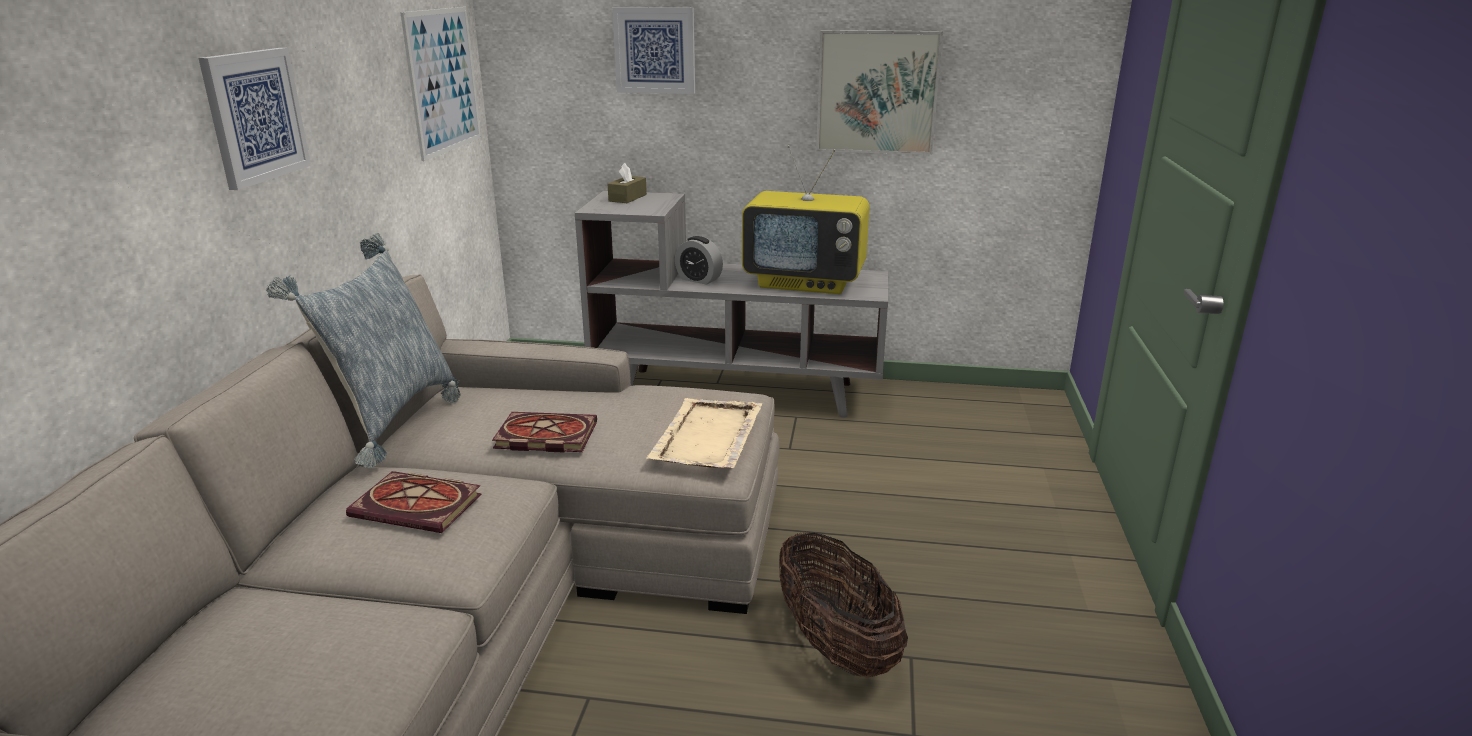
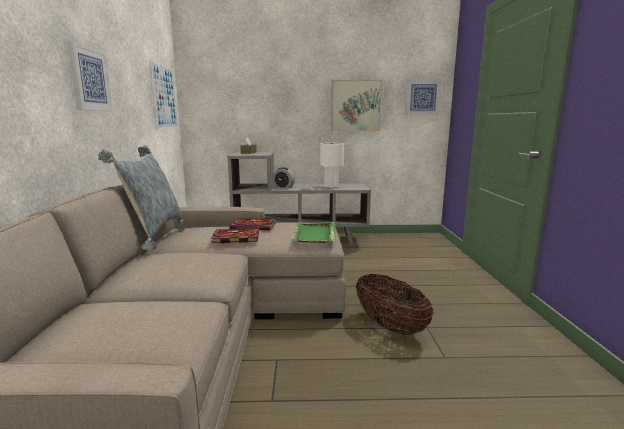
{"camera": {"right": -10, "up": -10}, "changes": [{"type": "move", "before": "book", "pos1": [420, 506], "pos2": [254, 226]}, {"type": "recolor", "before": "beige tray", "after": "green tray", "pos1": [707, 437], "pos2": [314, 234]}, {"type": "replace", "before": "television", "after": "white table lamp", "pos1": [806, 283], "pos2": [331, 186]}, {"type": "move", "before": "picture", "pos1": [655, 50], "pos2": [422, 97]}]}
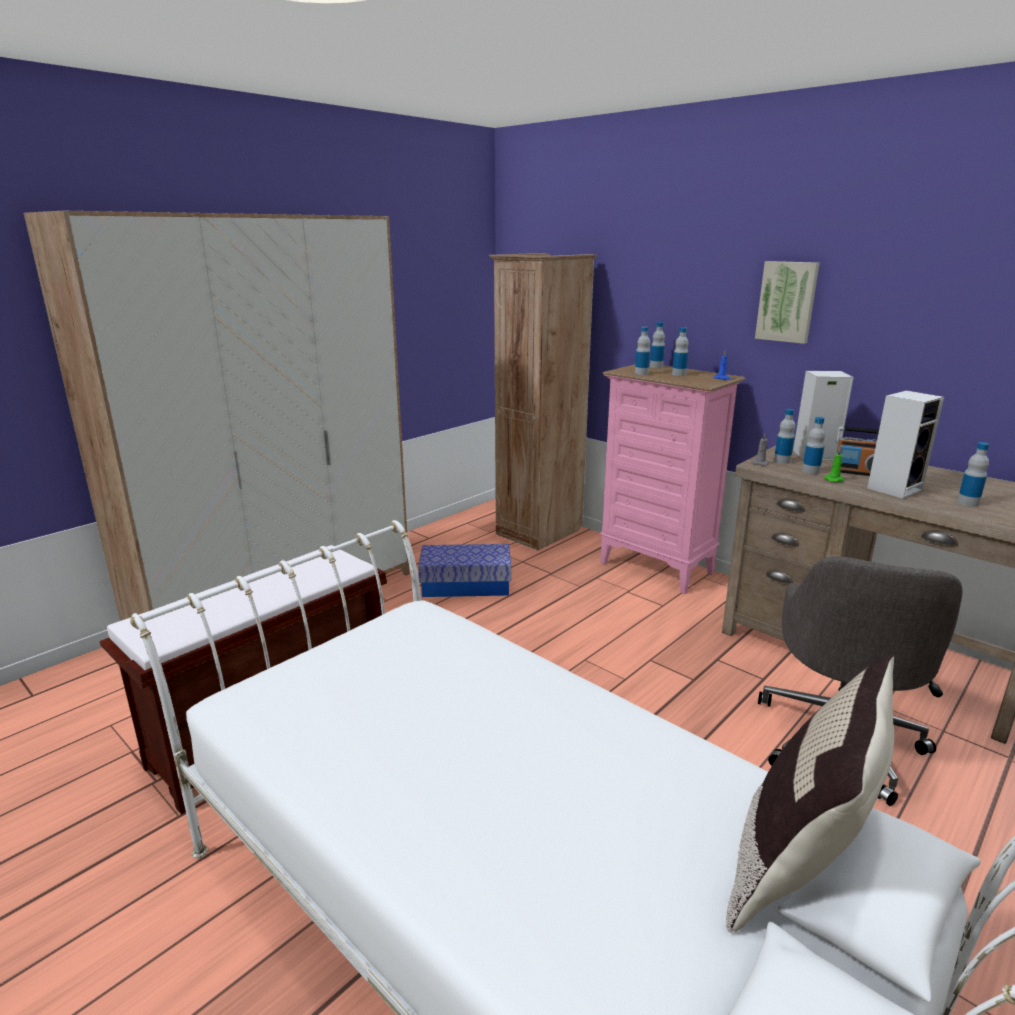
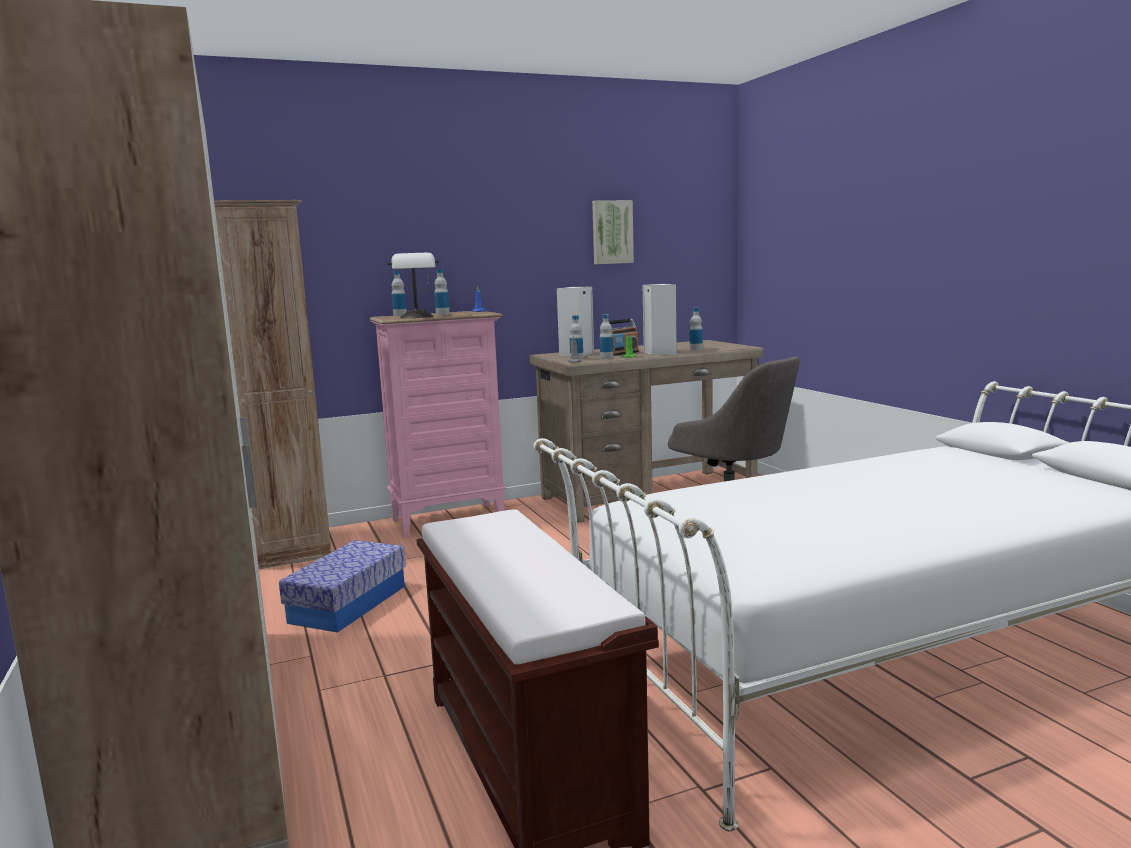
{"camera": {"right": -65, "up": -10}, "changes": [{"type": "replace", "before": "bottle", "after": "table lamp", "pos1": [641, 373], "pos2": [418, 317]}, {"type": "move", "before": "picture", "pos1": [787, 301], "pos2": [612, 232]}, {"type": "delete", "before": "pillow", "pos1": [798, 868]}]}
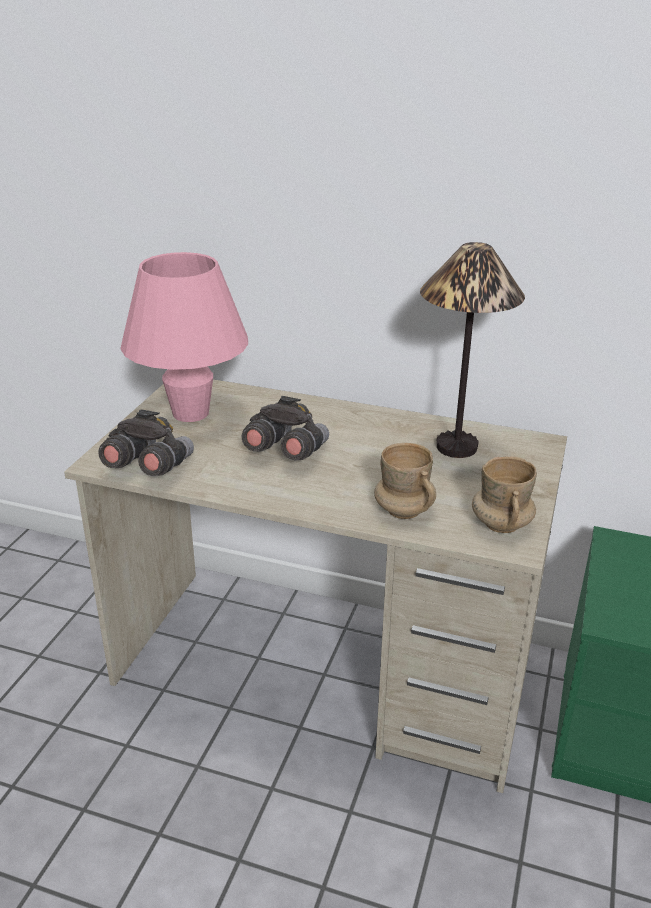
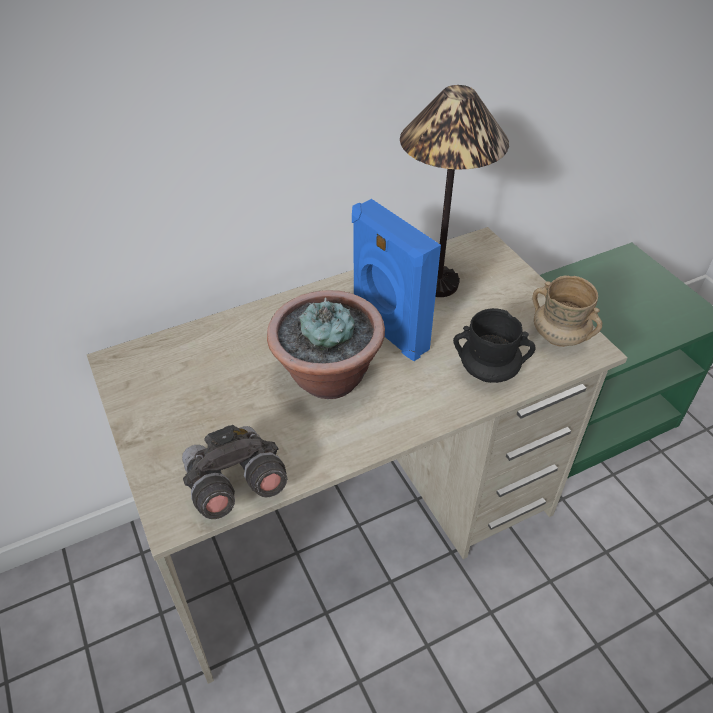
{"camera": {"right": -45, "up": 15}, "changes": [{"type": "replace", "before": "grey binoculars", "after": "potted plant", "pos1": [286, 453], "pos2": [327, 378]}, {"type": "insert", "after": "blue speaker", "pos2": [387, 332]}, {"type": "recolor", "before": "beige mug", "after": "black mug", "pos1": [404, 510], "pos2": [489, 371]}, {"type": "delete", "before": "pink table lamp", "pos1": [190, 413]}]}
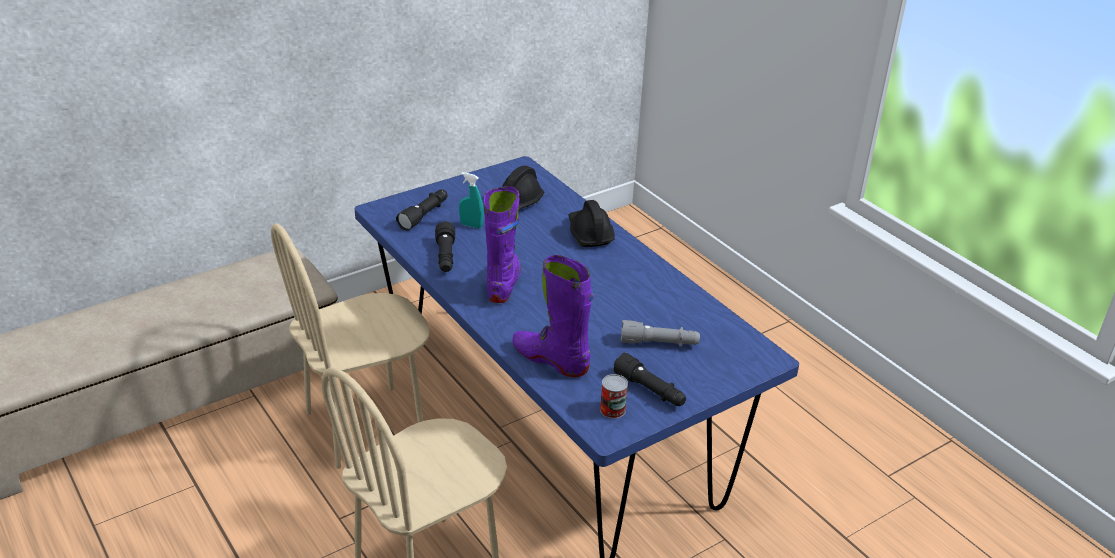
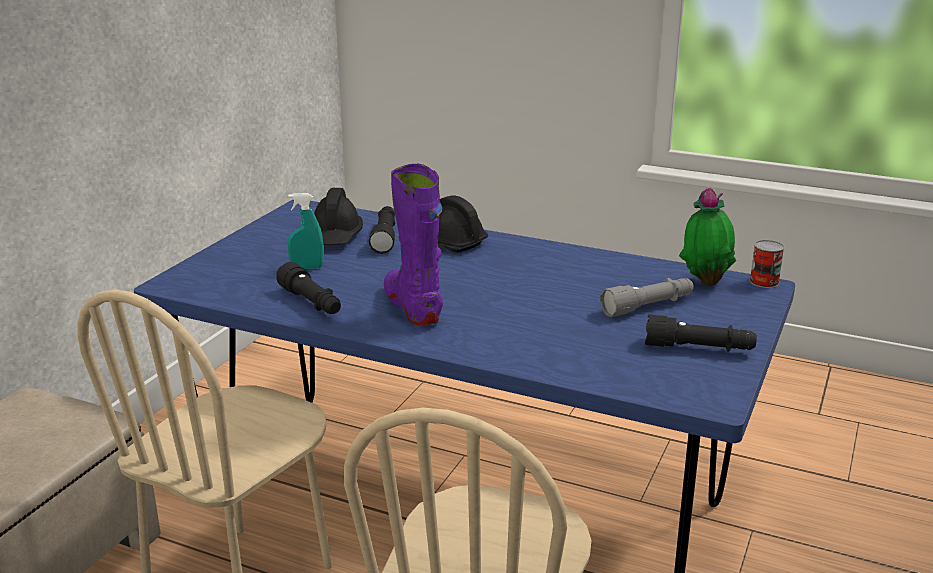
{"camera": {"right": -30, "up": -10}, "changes": [{"type": "move", "before": "black flashlight", "pos1": [424, 215], "pos2": [385, 237]}, {"type": "insert", "after": "potted plant", "pos2": [705, 282]}, {"type": "move", "before": "can", "pos1": [612, 410], "pos2": [764, 282]}, {"type": "delete", "before": "purple boot", "pos1": [551, 359]}]}
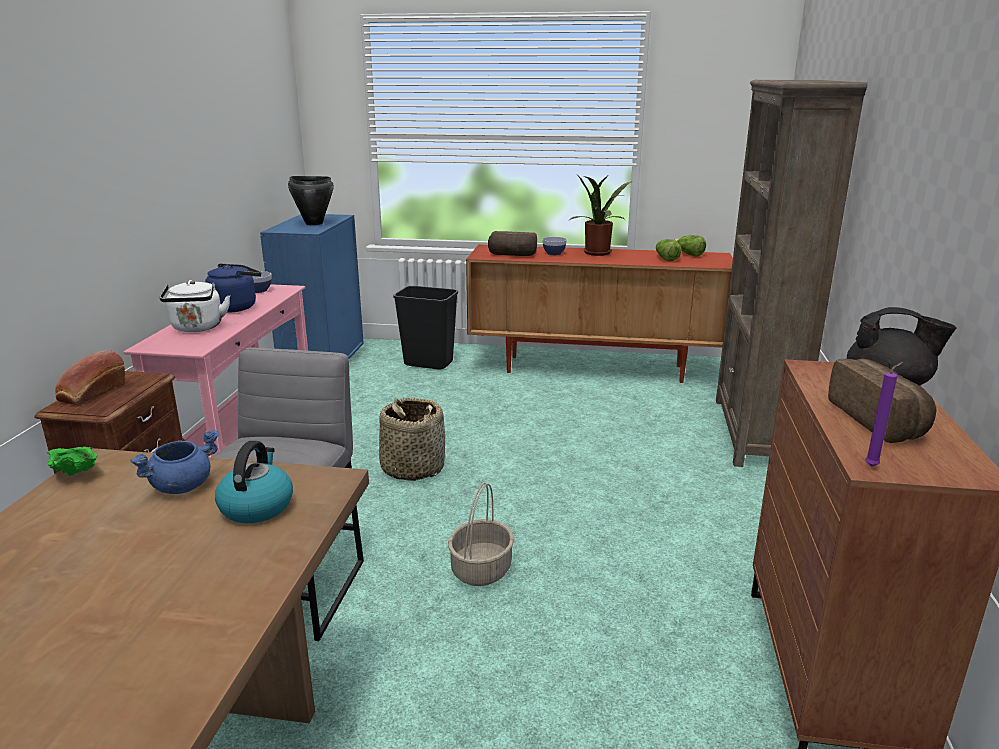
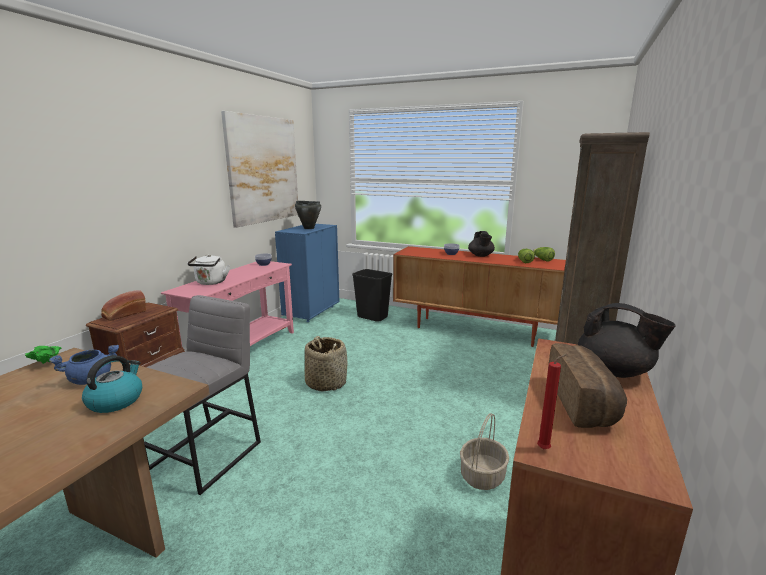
{"camera": {"right": 15, "up": -5}, "changes": [{"type": "insert", "after": "picture", "pos2": [263, 170]}, {"type": "move", "before": "basket", "pos1": [481, 569], "pos2": [482, 475]}, {"type": "replace", "before": "potted plant", "after": "black teapot", "pos1": [599, 253], "pos2": [480, 256]}, {"type": "recolor", "before": "purple candle", "after": "red candle", "pos1": [873, 466], "pos2": [545, 449]}, {"type": "delete", "before": "blue kettle", "pos1": [236, 307]}, {"type": "delete", "before": "bread", "pos1": [512, 255]}]}
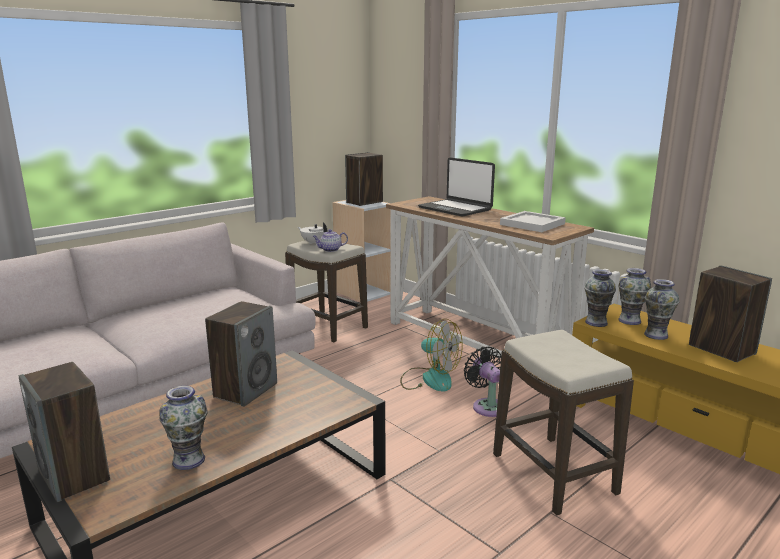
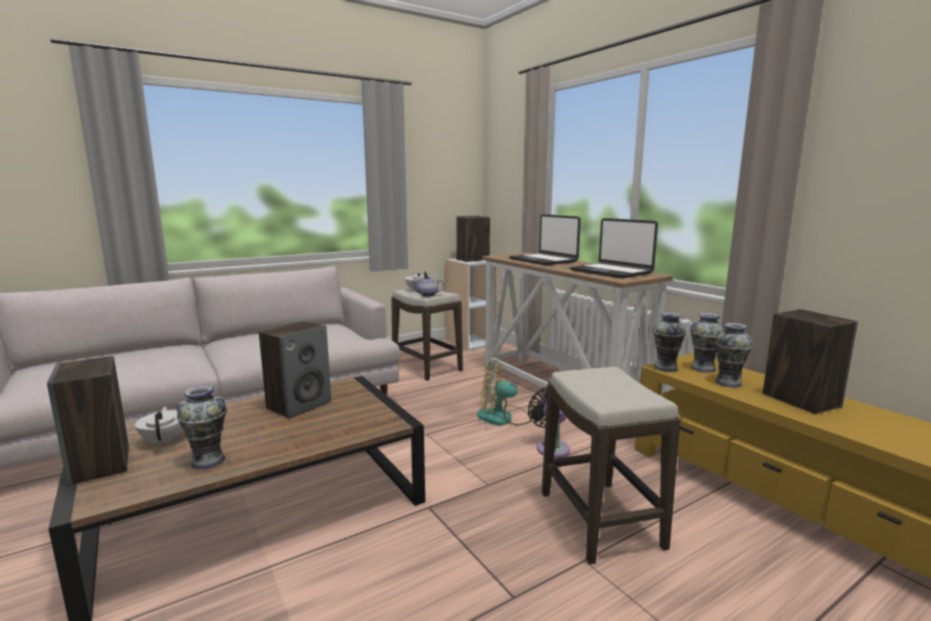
{"camera": {"right": 10, "up": -5}, "changes": [{"type": "insert", "after": "white teapot", "pos2": [165, 440]}, {"type": "rotate", "before": "fan", "pos1": [429, 379], "pos2": [503, 418], "turn": 135}, {"type": "replace", "before": "white tray", "after": "laptop", "pos1": [533, 224], "pos2": [611, 272]}]}
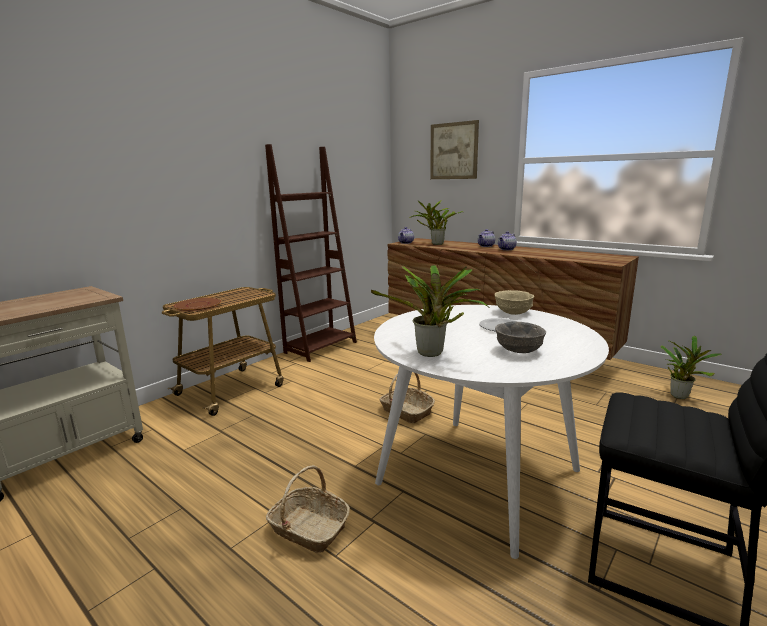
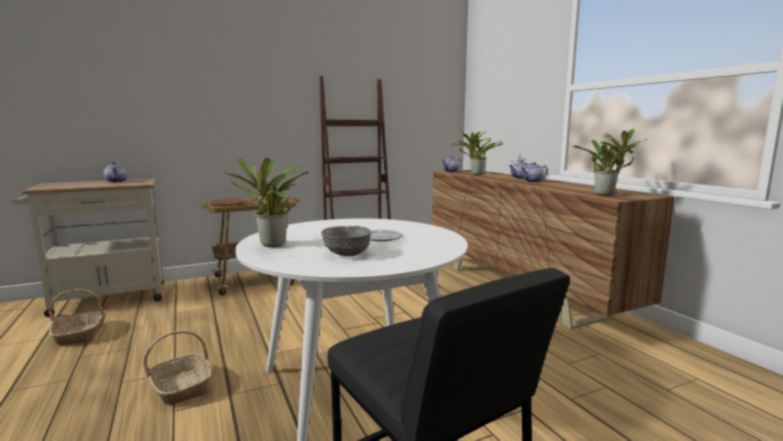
{"camera": {"right": 25, "up": -5}, "changes": [{"type": "move", "before": "basket", "pos1": [406, 411], "pos2": [81, 334]}, {"type": "insert", "after": "teapot", "pos2": [116, 181]}, {"type": "move", "before": "potted plant", "pos1": [680, 395], "pos2": [606, 194]}, {"type": "delete", "before": "picture", "pos1": [453, 151]}, {"type": "delete", "before": "beige bowl", "pos1": [513, 312]}]}
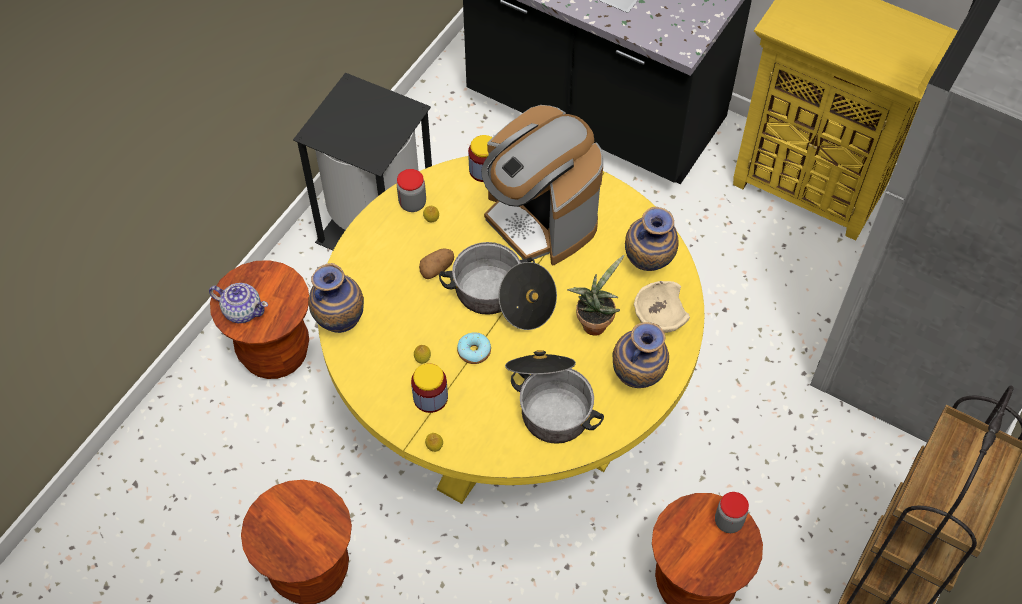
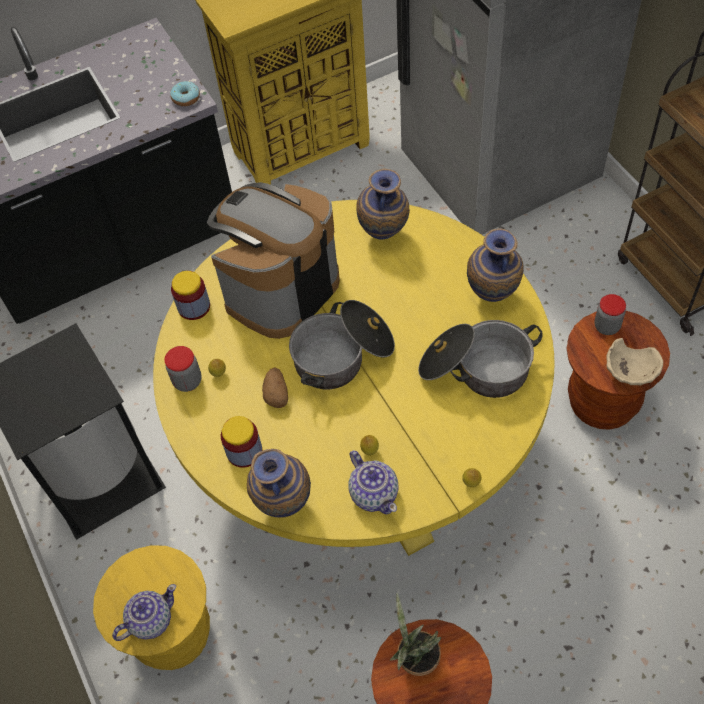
{"camera": {"right": -55, "up": 0}, "changes": [{"type": "recolor", "before": "brown stool", "after": "yellow stool", "pos1": [275, 353], "pos2": [173, 634]}, {"type": "move", "before": "donut", "pos1": [474, 351], "pos2": [186, 98]}, {"type": "rotate", "before": "coffee machine", "pos1": [540, 220], "pos2": [280, 289], "turn": 135}, {"type": "move", "before": "jar", "pos1": [430, 397], "pos2": [244, 451]}, {"type": "insert", "after": "teapot", "pos2": [374, 493]}, {"type": "move", "before": "potted plant", "pos1": [594, 322], "pos2": [415, 659]}, {"type": "move", "before": "beige bowl", "pos1": [658, 318], "pos2": [629, 374]}]}
